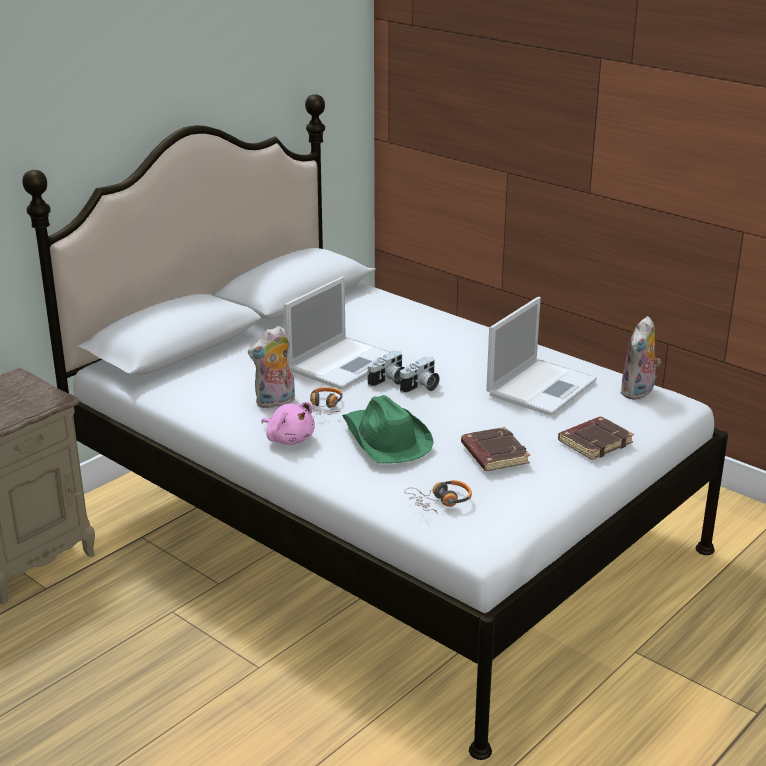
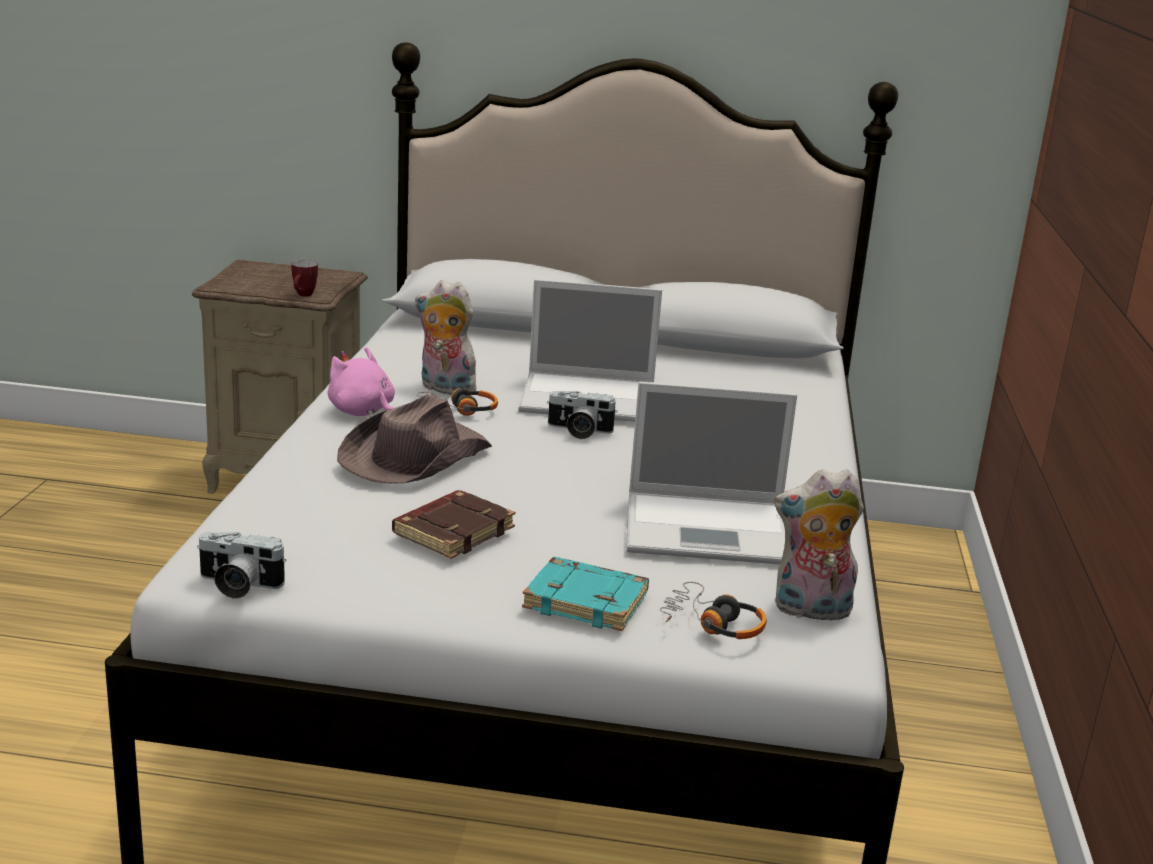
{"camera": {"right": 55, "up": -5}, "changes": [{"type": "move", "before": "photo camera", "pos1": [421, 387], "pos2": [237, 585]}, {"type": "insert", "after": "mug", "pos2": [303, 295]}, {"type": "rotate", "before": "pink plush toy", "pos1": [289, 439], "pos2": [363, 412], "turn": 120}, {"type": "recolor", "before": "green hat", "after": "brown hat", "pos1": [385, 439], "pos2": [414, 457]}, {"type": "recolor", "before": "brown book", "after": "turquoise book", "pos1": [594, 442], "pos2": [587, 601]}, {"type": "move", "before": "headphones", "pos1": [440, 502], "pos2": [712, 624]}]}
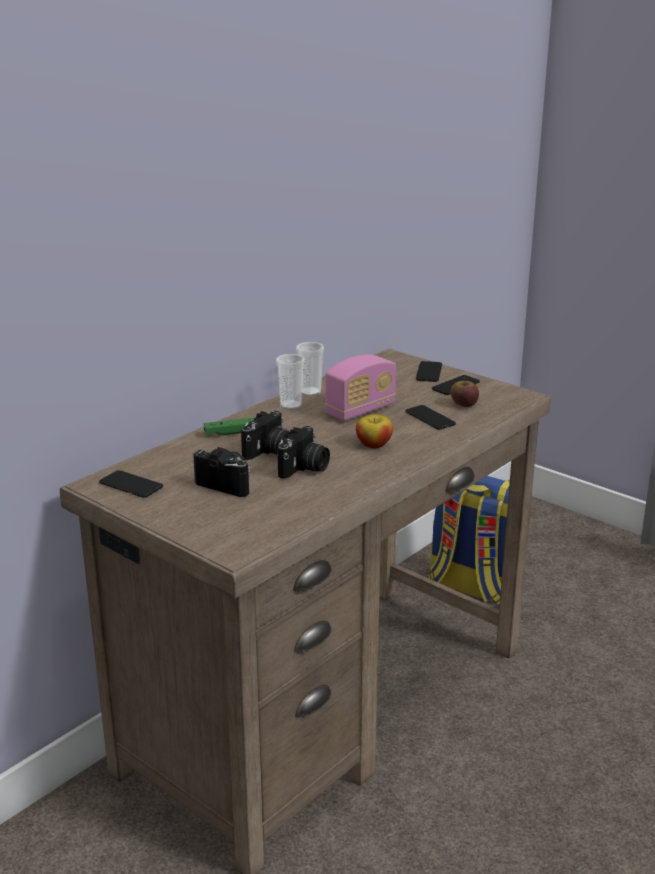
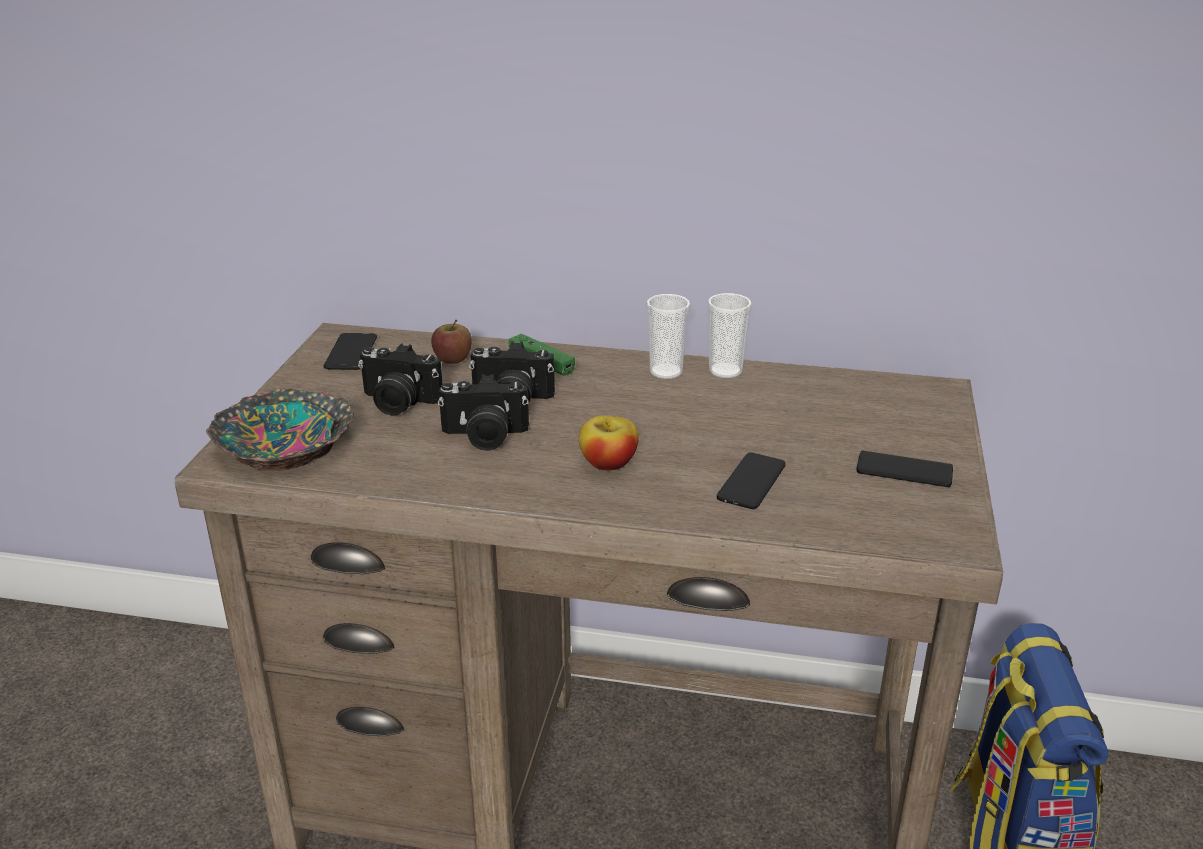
{"camera": {"right": 60, "up": 5}, "changes": [{"type": "insert", "after": "bowl", "pos2": [286, 442]}, {"type": "rotate", "before": "photo camera", "pos1": [227, 484], "pos2": [398, 403], "turn": 105}, {"type": "move", "before": "apple", "pos1": [464, 404], "pos2": [453, 359]}, {"type": "delete", "before": "radio", "pos1": [360, 410]}, {"type": "delete", "before": "phone", "pos1": [429, 372]}]}
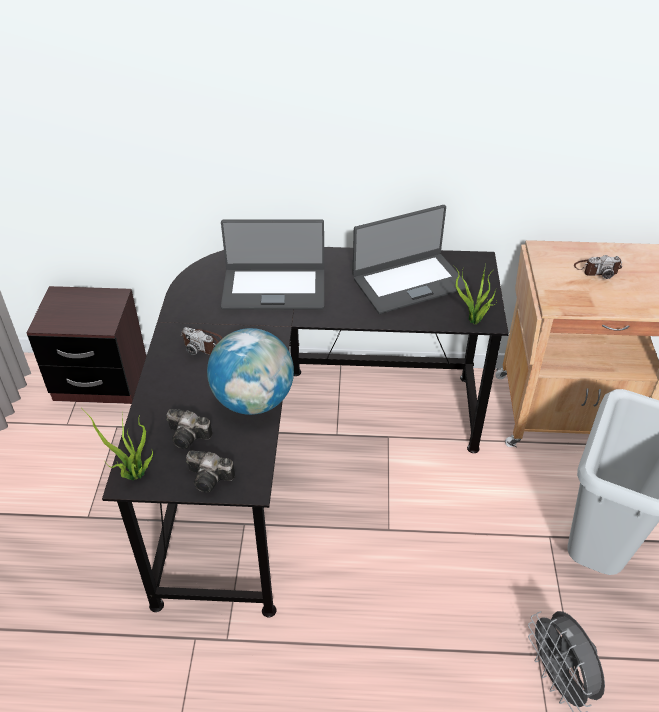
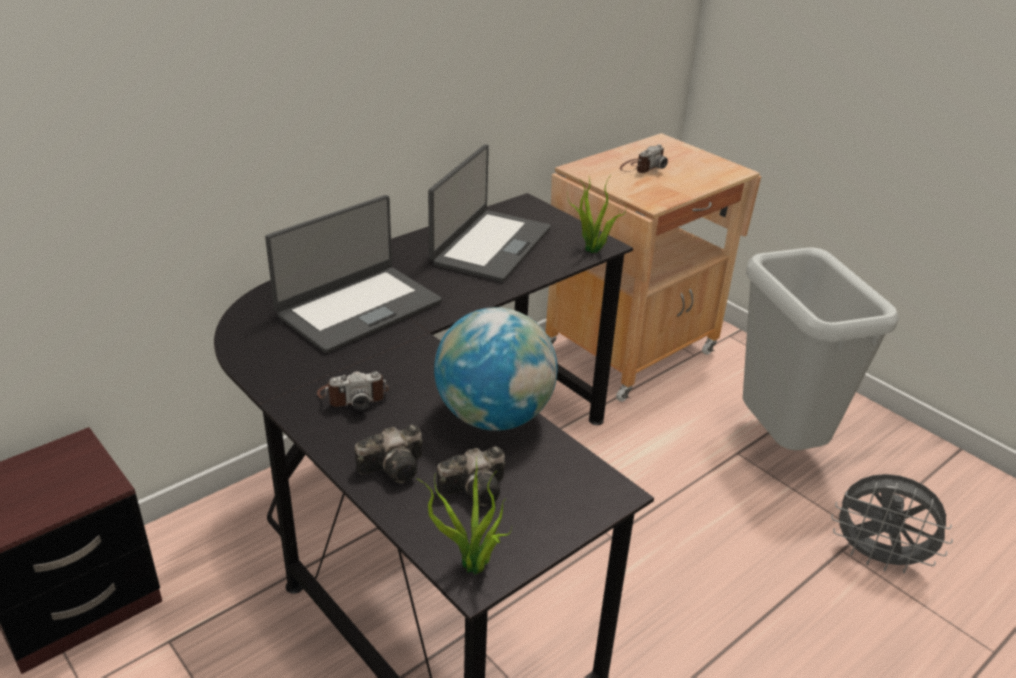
{"camera": {"right": -45, "up": -10}, "changes": [{"type": "move", "before": "photo camera", "pos1": [211, 478], "pos2": [396, 467]}]}
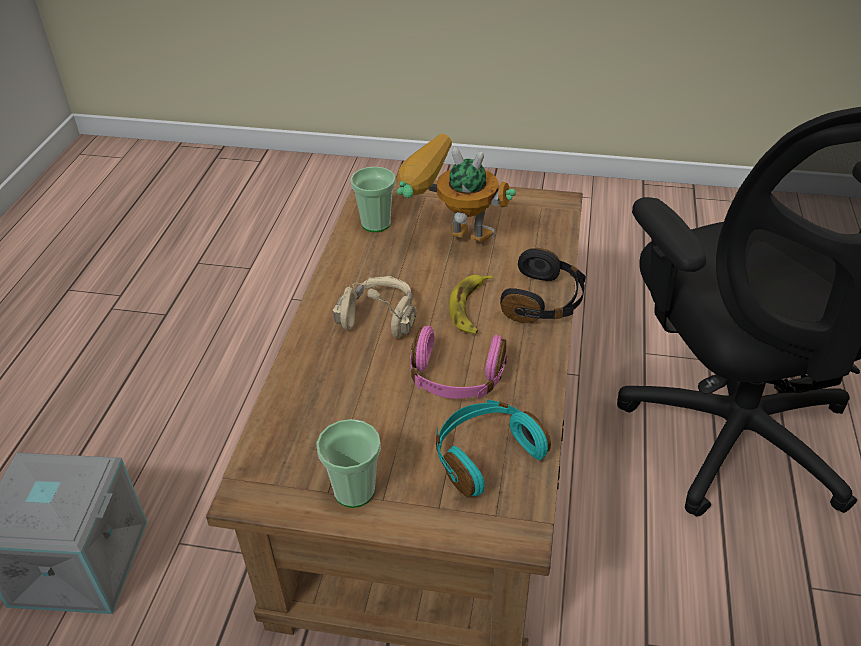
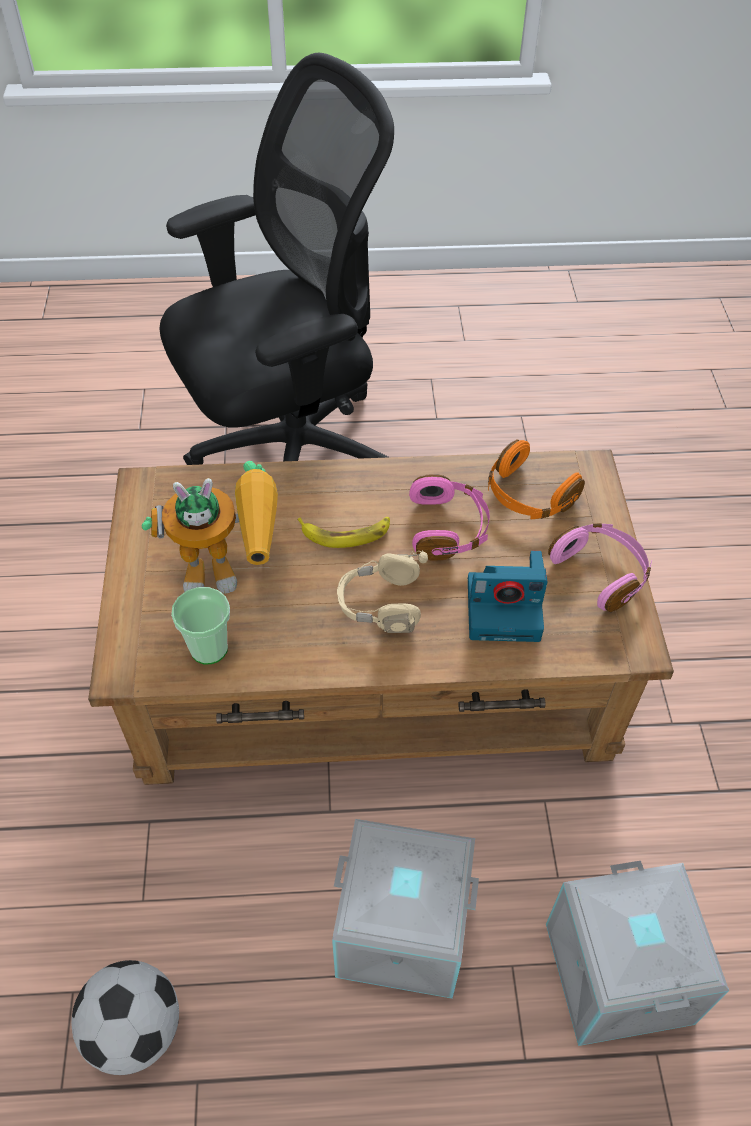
{"camera": {"right": -105, "up": 10}, "changes": [{"type": "insert", "after": "football", "pos2": [135, 1029]}, {"type": "rotate", "before": "toy robot", "pos1": [449, 240], "pos2": [231, 570], "turn": -105}, {"type": "insert", "after": "grey storage box", "pos2": [400, 931]}, {"type": "insert", "after": "photo camera", "pos2": [505, 608]}, {"type": "recolor", "before": "turquoise headphones", "after": "orange headphones", "pos1": [485, 455], "pos2": [528, 496]}, {"type": "replace", "before": "cup", "after": "pink headphones", "pos1": [354, 491], "pos2": [601, 572]}, {"type": "delete", "before": "black headphones", "pos1": [544, 301]}]}
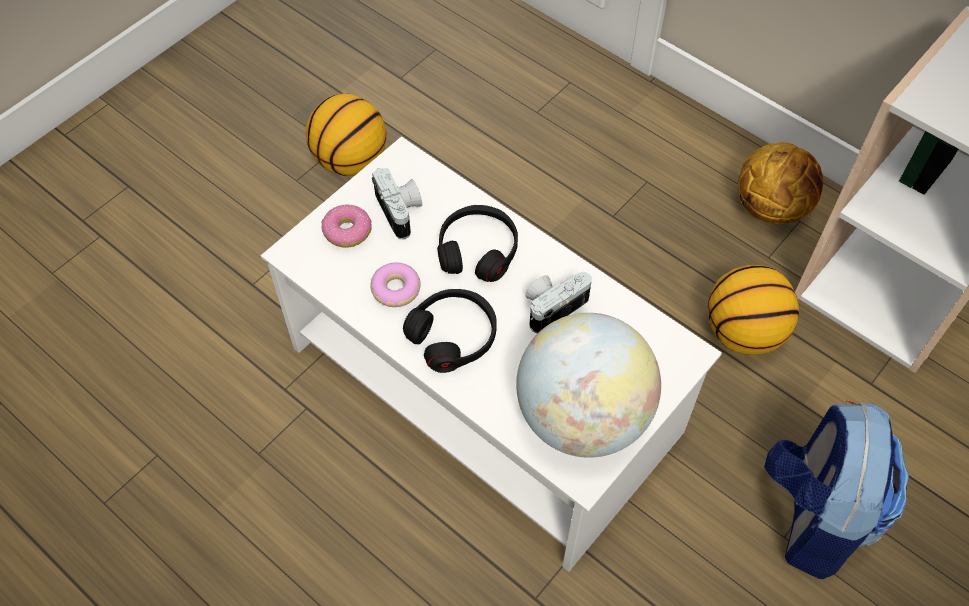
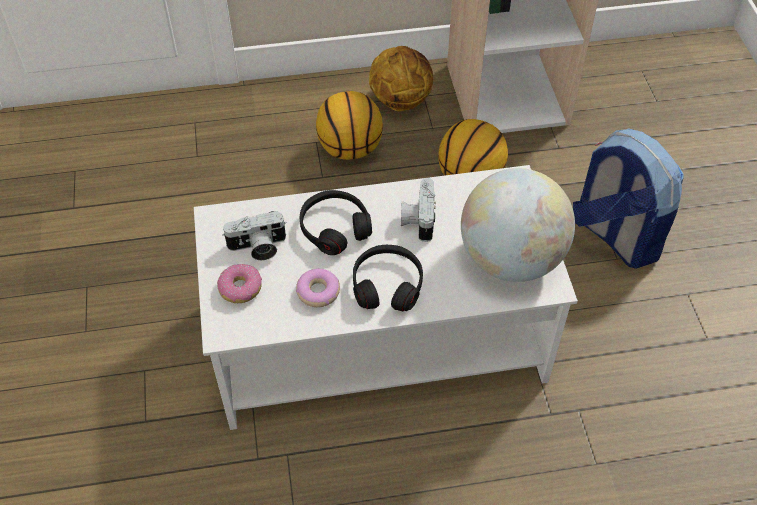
{"camera": {"right": -50, "up": -5}, "changes": [{"type": "rotate", "before": "photo camera", "pos1": [401, 211], "pos2": [258, 247], "turn": 150}, {"type": "move", "before": "basketball", "pos1": [350, 160], "pos2": [349, 149]}]}
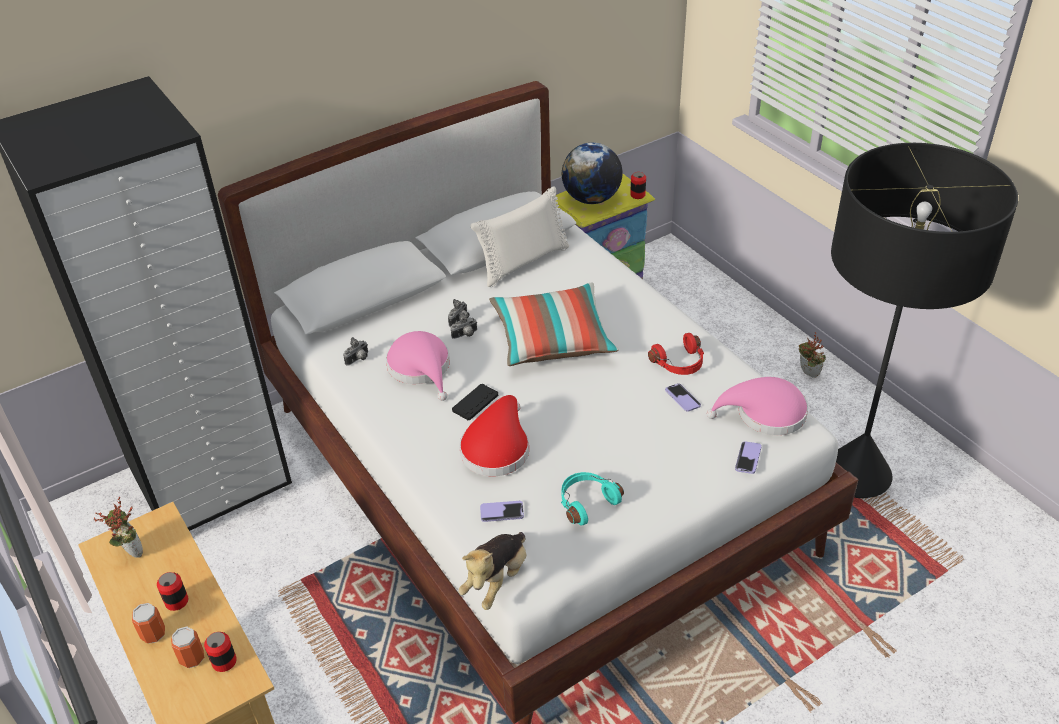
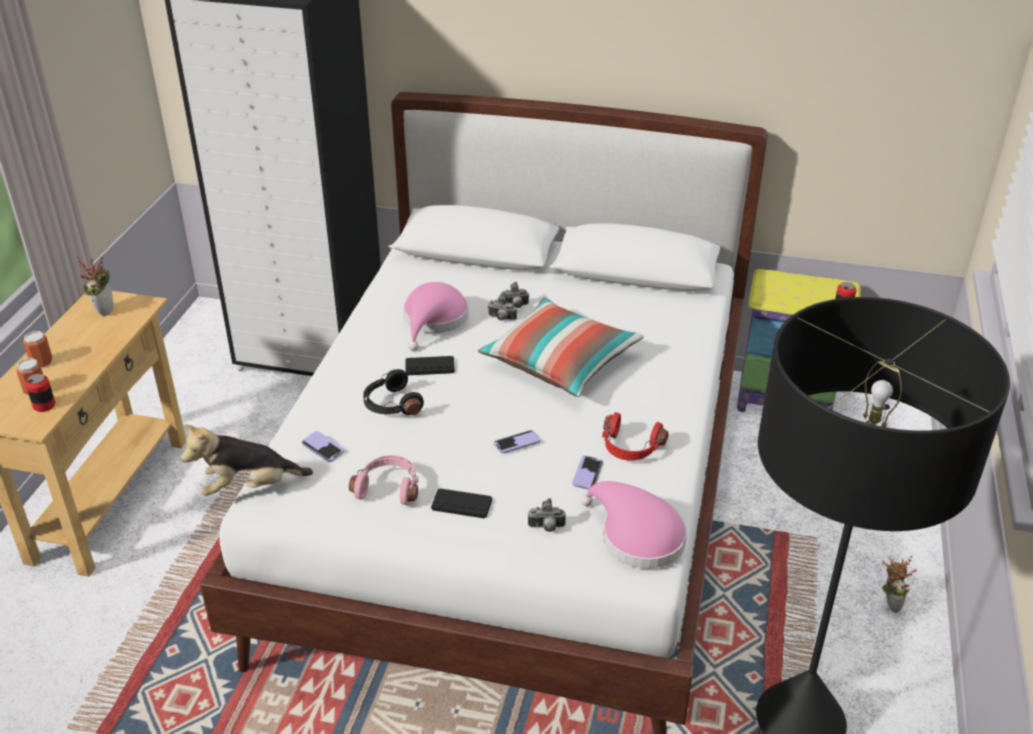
{"camera": {"right": 45, "up": -5}, "changes": [{"type": "recolor", "before": "turquoise headphones", "after": "pink headphones", "pos1": [586, 502], "pos2": [388, 487]}, {"type": "replace", "before": "red hat", "after": "black headphones", "pos1": [496, 447], "pos2": [391, 405]}, {"type": "insert", "after": "black game controller", "pos2": [461, 504]}, {"type": "move", "before": "phone", "pos1": [748, 458], "pos2": [516, 443]}, {"type": "move", "before": "photo camera", "pos1": [358, 359], "pos2": [546, 528]}, {"type": "delete", "before": "can", "pos1": [176, 601]}, {"type": "delete", "before": "white pillow", "pos1": [523, 262]}, {"type": "delete", "before": "globe", "pos1": [591, 199]}]}
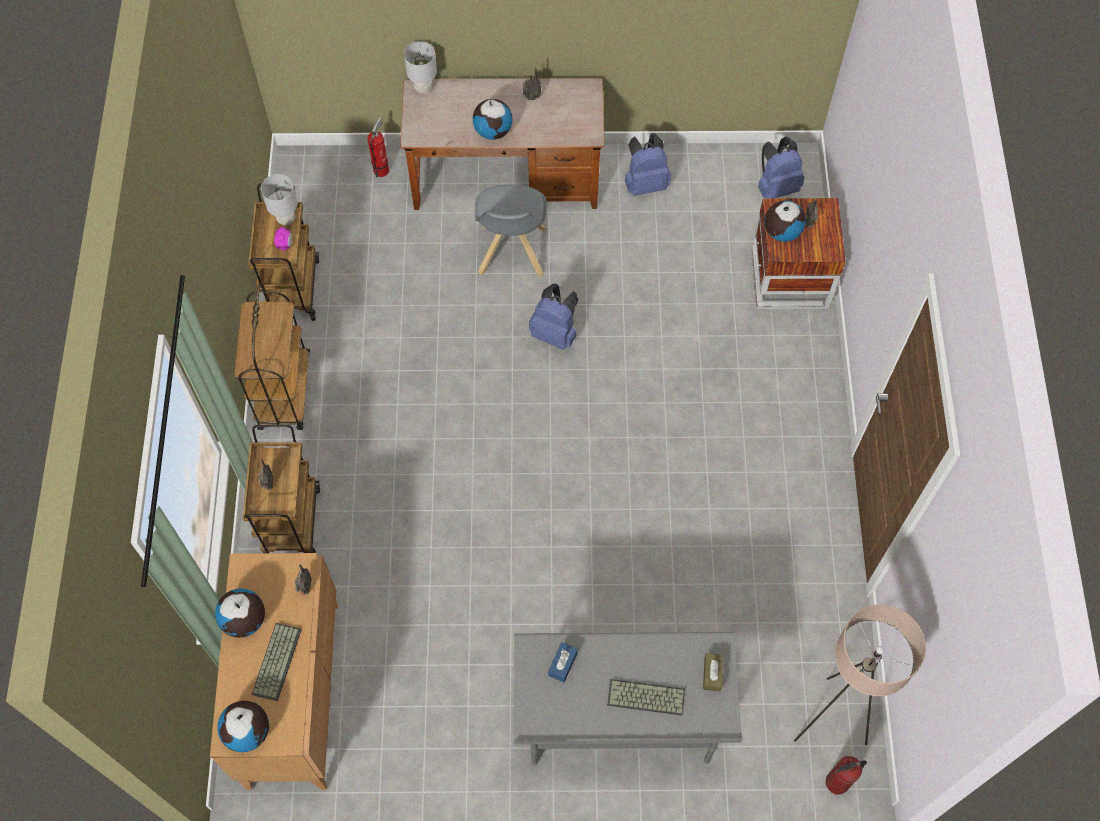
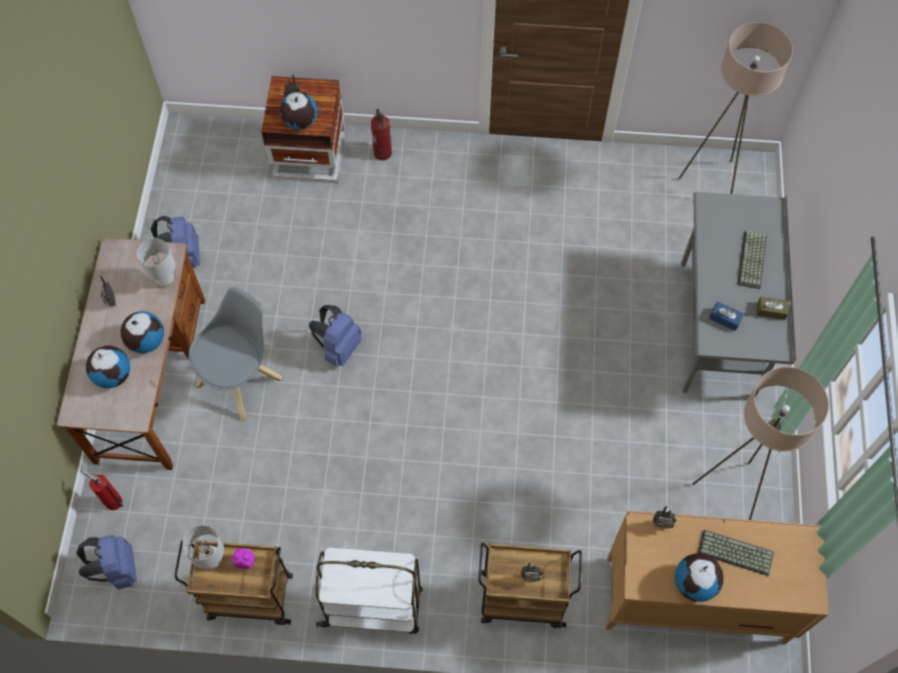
{"camera": {"right": -85, "up": 0}, "changes": [{"type": "move", "before": "blue backpack", "pos1": [776, 187], "pos2": [117, 569]}, {"type": "move", "before": "globe", "pos1": [248, 732], "pos2": [113, 375]}, {"type": "move", "before": "grey table lamp", "pos1": [424, 88], "pos2": [165, 279]}, {"type": "rotate", "before": "grey chair", "pos1": [511, 252], "pos2": [241, 380], "turn": -60}, {"type": "recolor", "before": "brown cart", "after": "white cart", "pos1": [283, 392], "pos2": [373, 608]}, {"type": "move", "before": "fire extinguisher", "pos1": [837, 783], "pos2": [383, 153]}, {"type": "insert", "after": "beige floor lamp", "pos2": [729, 491]}, {"type": "move", "before": "brown tissue box", "pos1": [712, 674], "pos2": [771, 311]}]}
